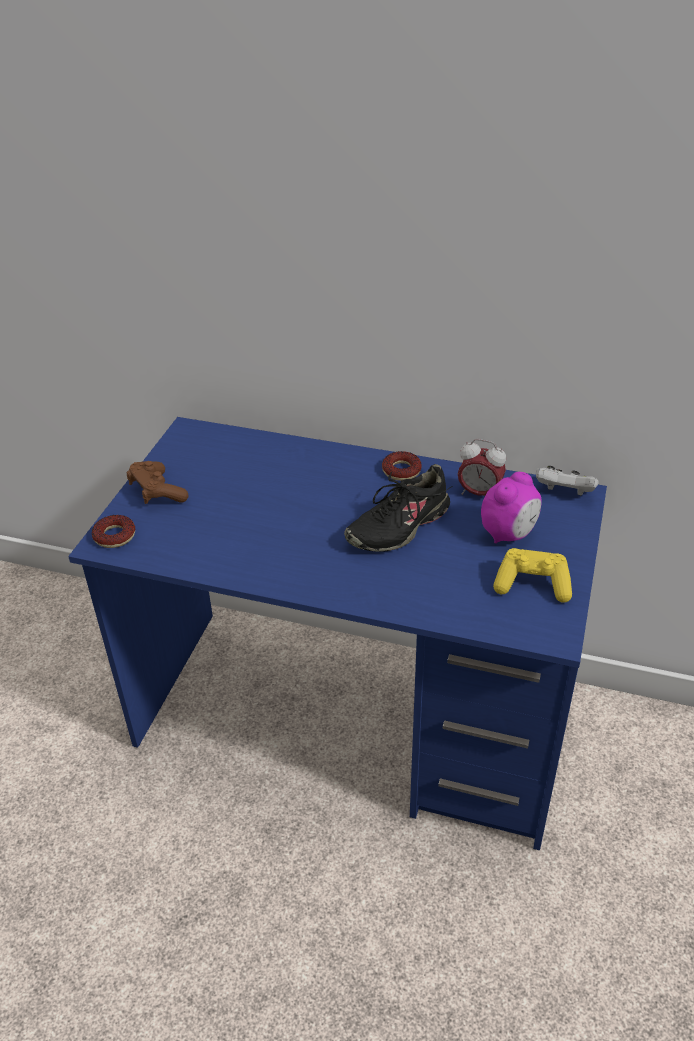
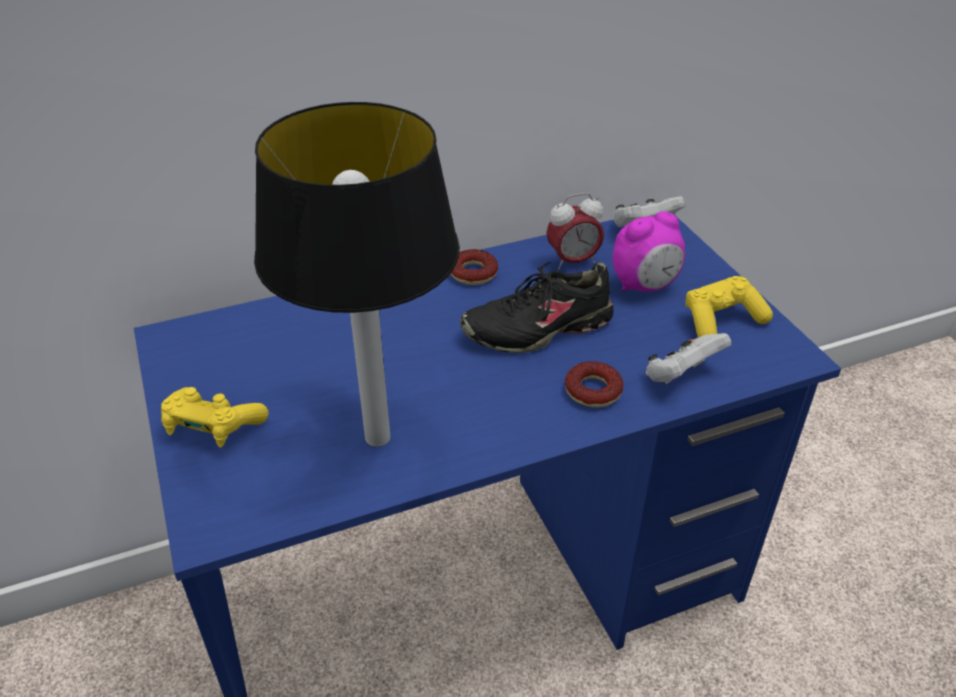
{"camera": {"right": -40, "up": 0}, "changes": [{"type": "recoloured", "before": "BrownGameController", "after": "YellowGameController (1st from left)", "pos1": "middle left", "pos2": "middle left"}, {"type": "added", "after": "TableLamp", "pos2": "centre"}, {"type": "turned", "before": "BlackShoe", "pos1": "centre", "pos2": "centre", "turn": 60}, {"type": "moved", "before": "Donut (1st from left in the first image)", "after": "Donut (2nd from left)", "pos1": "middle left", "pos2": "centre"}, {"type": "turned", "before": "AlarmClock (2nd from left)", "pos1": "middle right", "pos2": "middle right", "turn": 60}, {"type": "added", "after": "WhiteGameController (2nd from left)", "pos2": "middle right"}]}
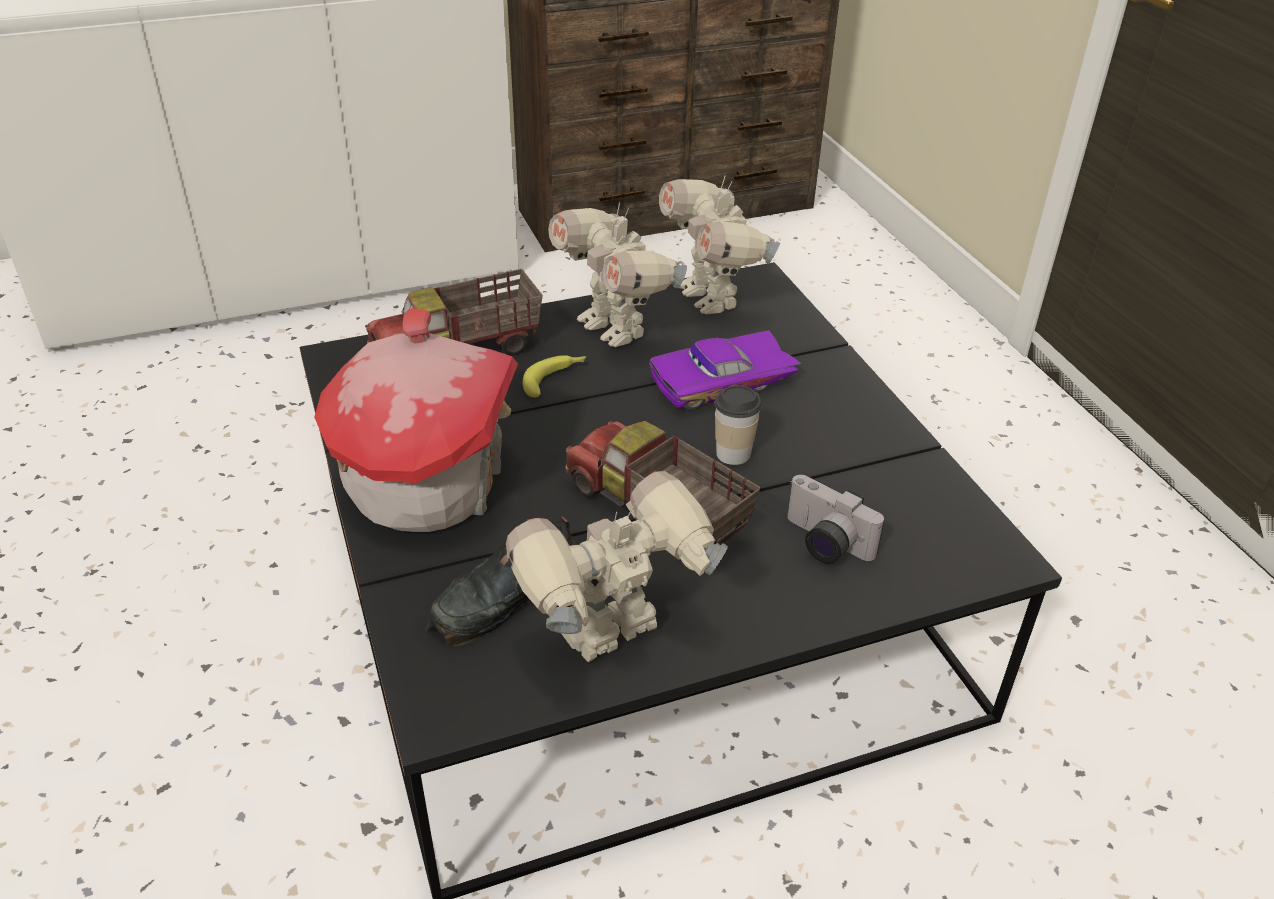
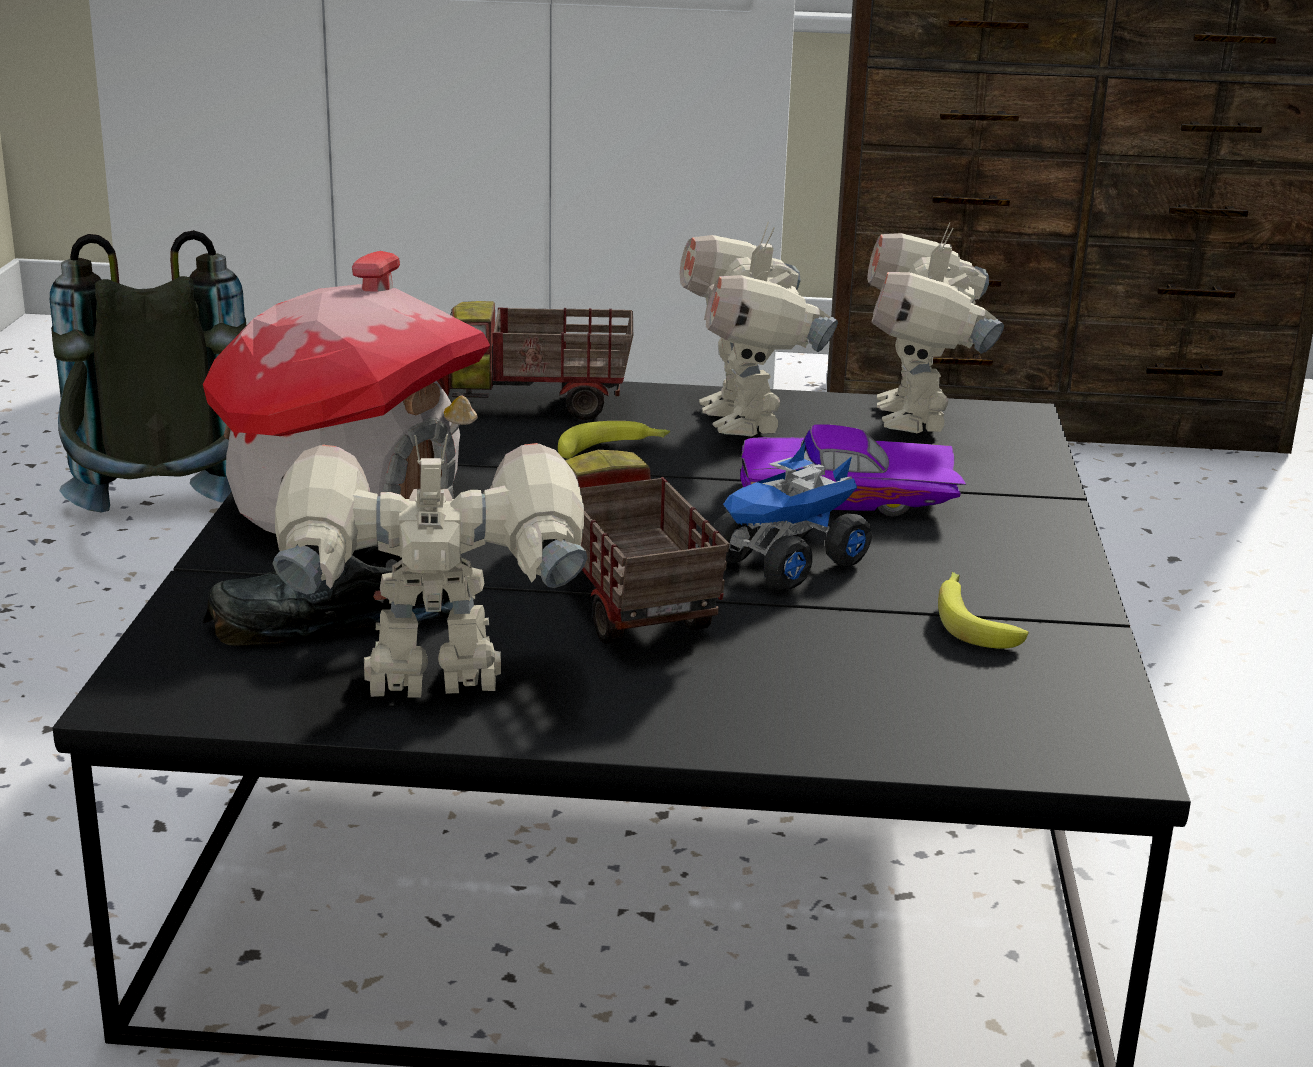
{"camera": {"right": 25, "up": -15}, "changes": [{"type": "added", "after": "GreyBackpack", "pos2": "middle left"}, {"type": "replaced", "before": "Cup", "after": "ToyTruck (3rd from left)", "pos1": "centre", "pos2": "centre"}, {"type": "added", "after": "Banana (2nd from left)", "pos2": "middle right"}, {"type": "removed", "before": "PhotoCamera", "pos1": "centre"}]}
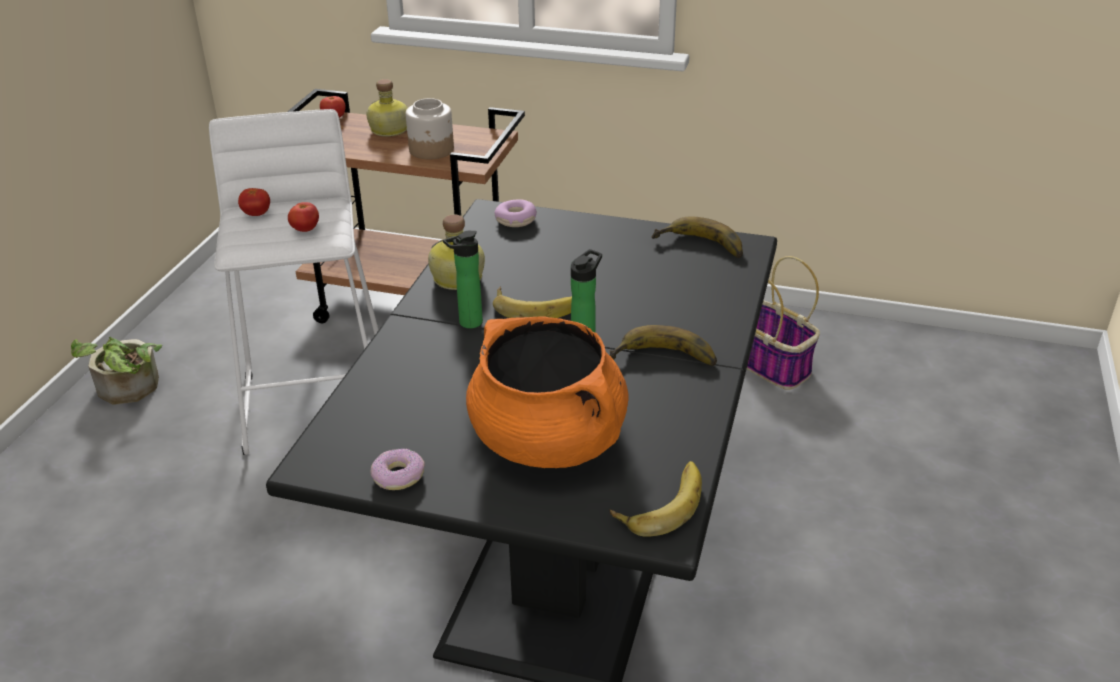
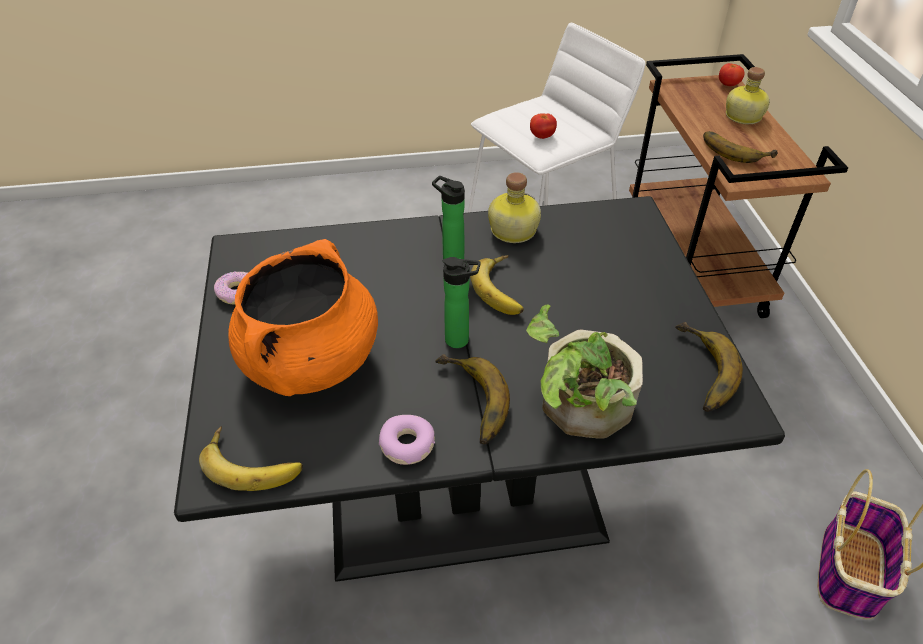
{"camera": {"right": 65, "up": 10}, "changes": [{"type": "moved", "before": "Donut (2nd from left)", "pos1": "top centre", "pos2": "bottom centre"}, {"type": "moved", "before": "PottedPlant", "pos1": "middle left", "pos2": "centre"}, {"type": "replaced", "before": "Jar", "after": "Banana (5th from left)", "pos1": "top centre", "pos2": "top right"}, {"type": "removed", "before": "Tomato (1st from left)", "pos1": "top left"}]}
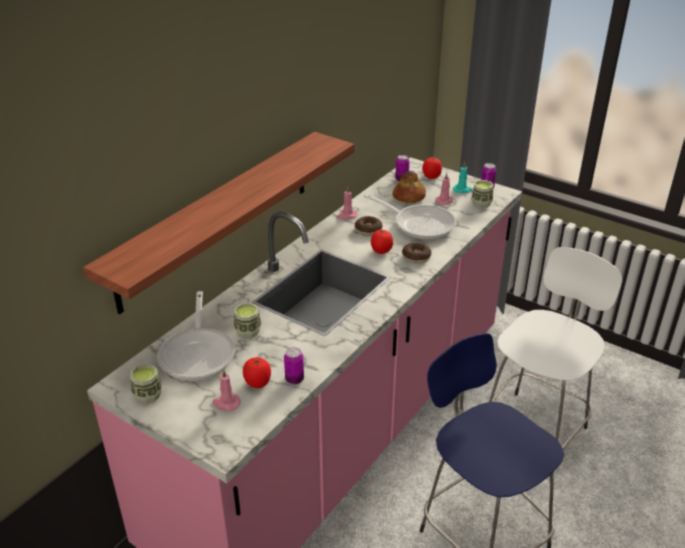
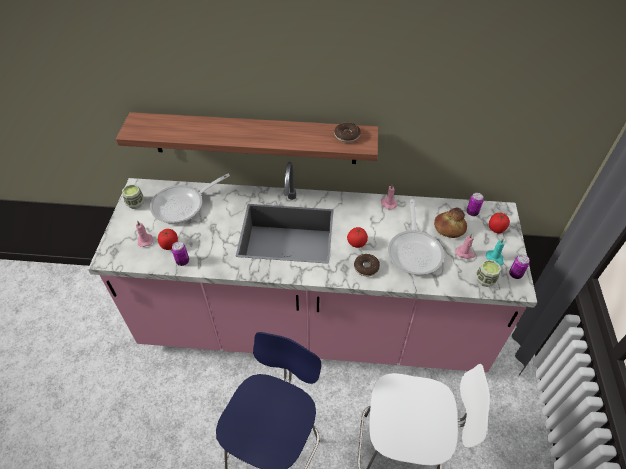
{"camera": {"right": 60, "up": 15}, "changes": [{"type": "moved", "before": "Donut (1st from left)", "pos1": "centre", "pos2": "top centre"}, {"type": "removed", "before": "Cup (2nd from left)", "pos1": "centre"}]}
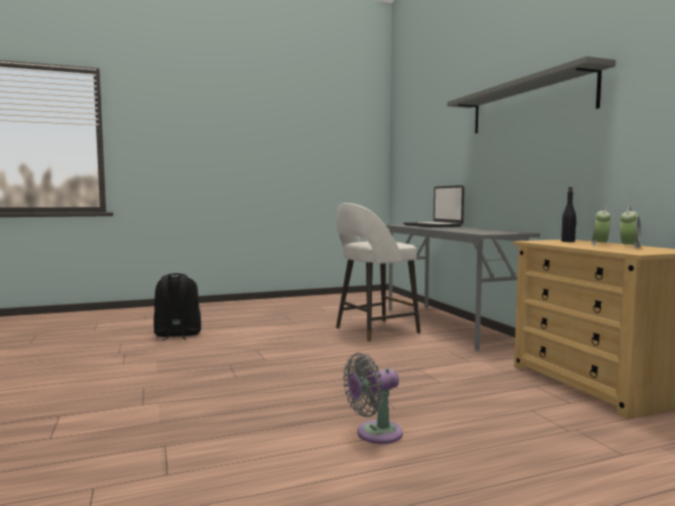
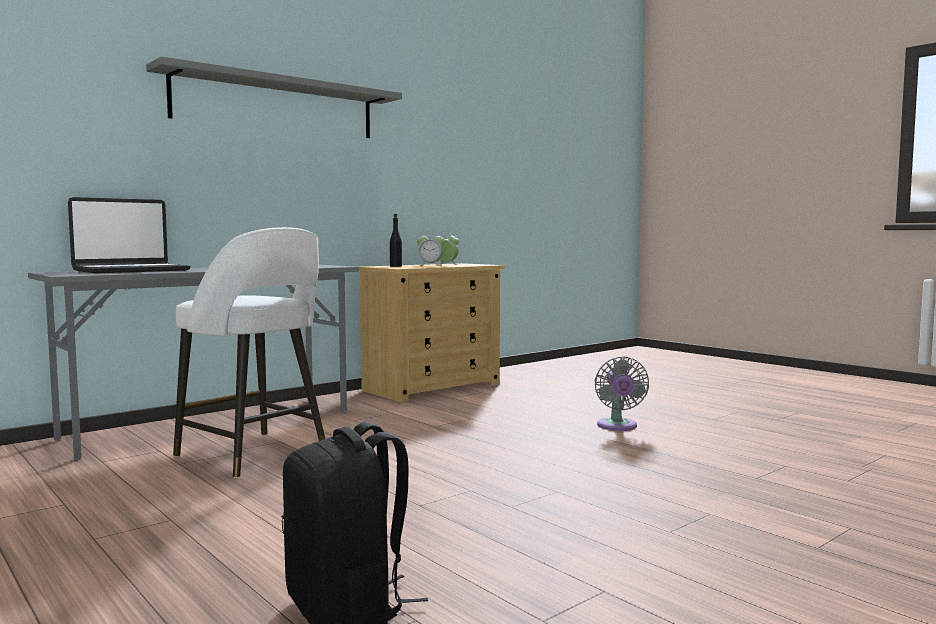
{"camera": {"right": -110, "up": 0}, "changes": [{"type": "turned", "before": "GreyFan", "pos1": "bottom centre", "pos2": "centre", "turn": 45}]}
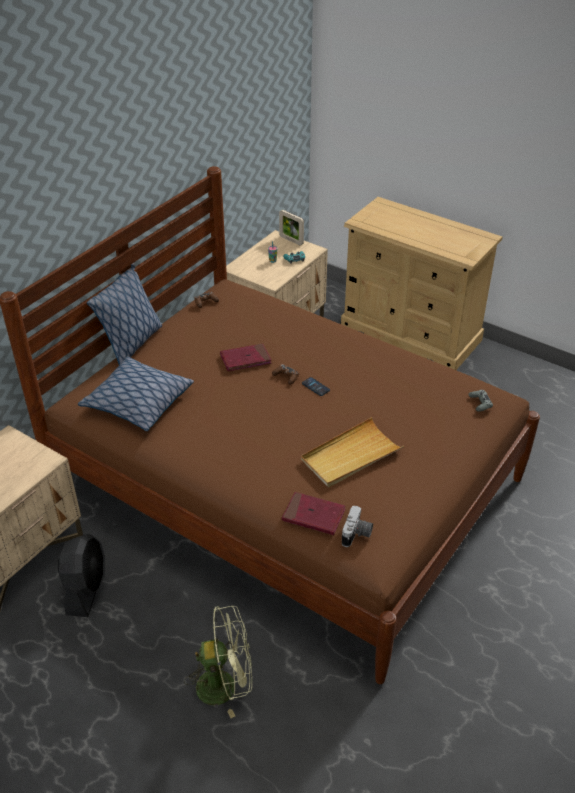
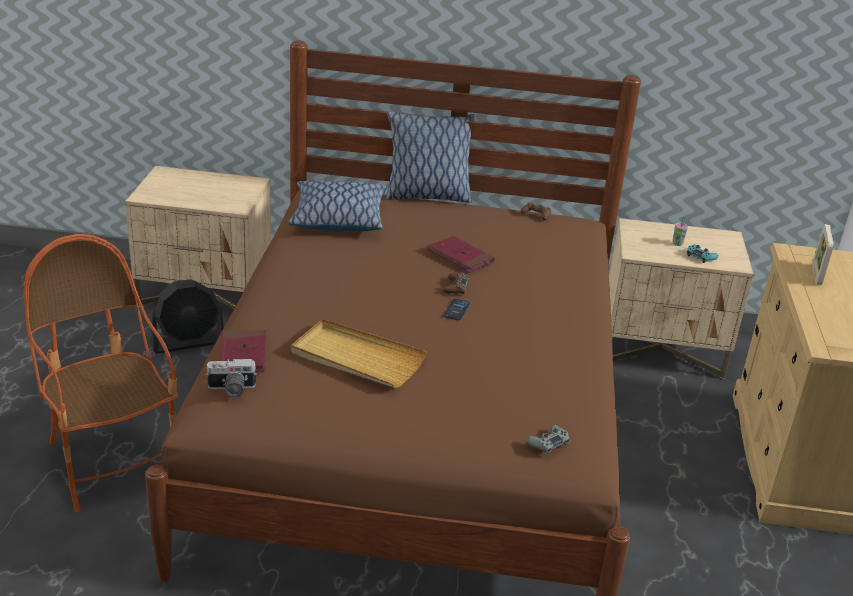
{"camera": {"right": 60, "up": -10}, "changes": [{"type": "replaced", "before": "GreenFan", "after": "Armchair", "pos1": "bottom centre", "pos2": "middle left"}, {"type": "moved", "before": "PictureFrame", "pos1": "top centre", "pos2": "middle right"}]}
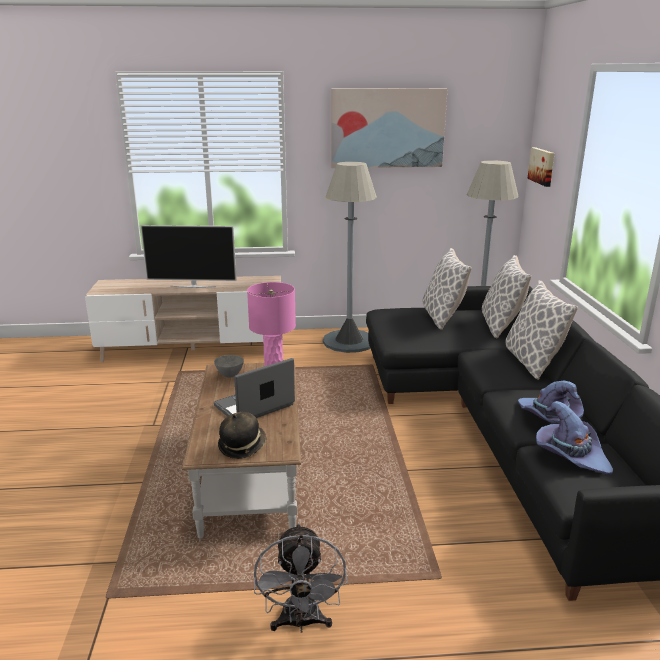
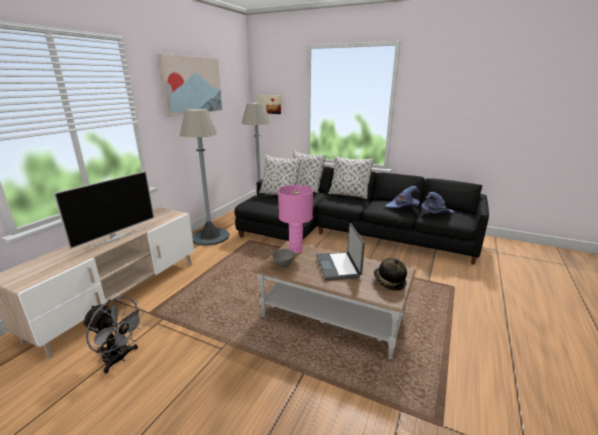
{"camera": {"right": -60, "up": 0}, "changes": [{"type": "moved", "before": "GreyFan", "pos1": "bottom centre", "pos2": "bottom left"}]}
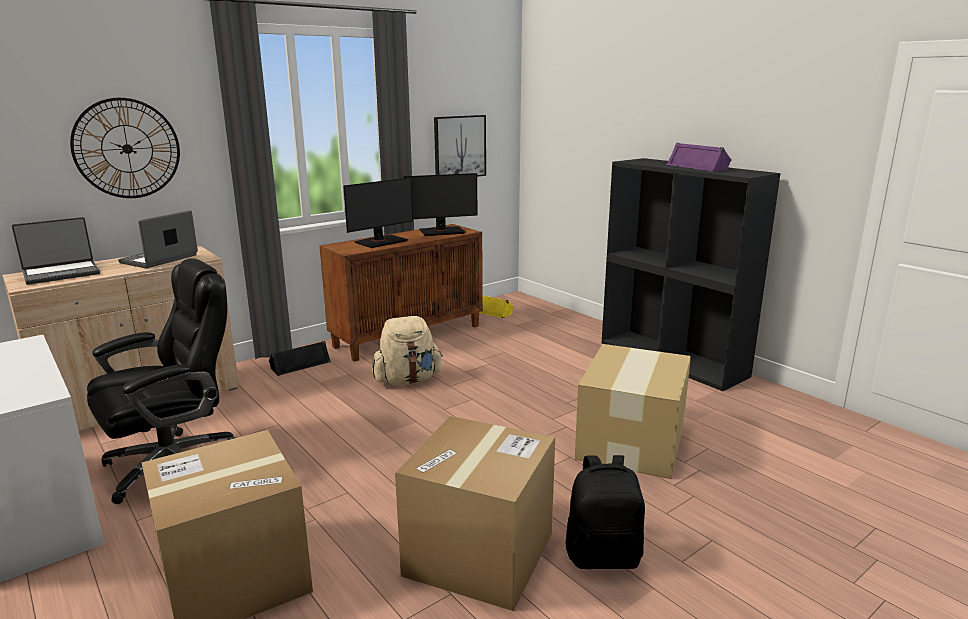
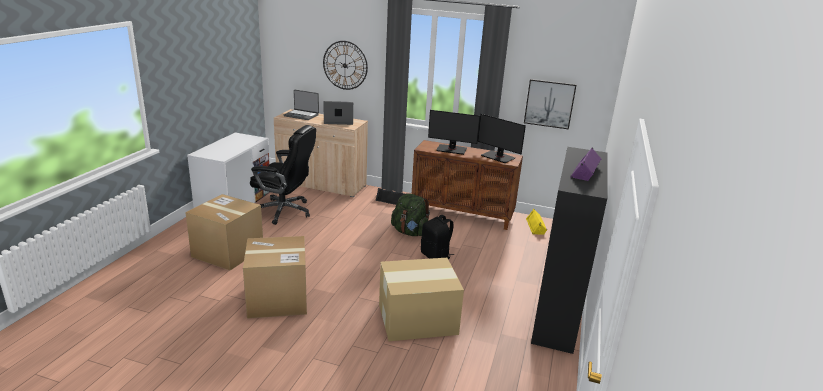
{"camera": {"right": 55, "up": 5}, "changes": [{"type": "recoloured", "before": "BeigeBackpack", "after": "GreenBackpack", "pos1": "centre", "pos2": "centre"}, {"type": "moved", "before": "BlackBackpack", "pos1": "bottom centre", "pos2": "centre"}]}
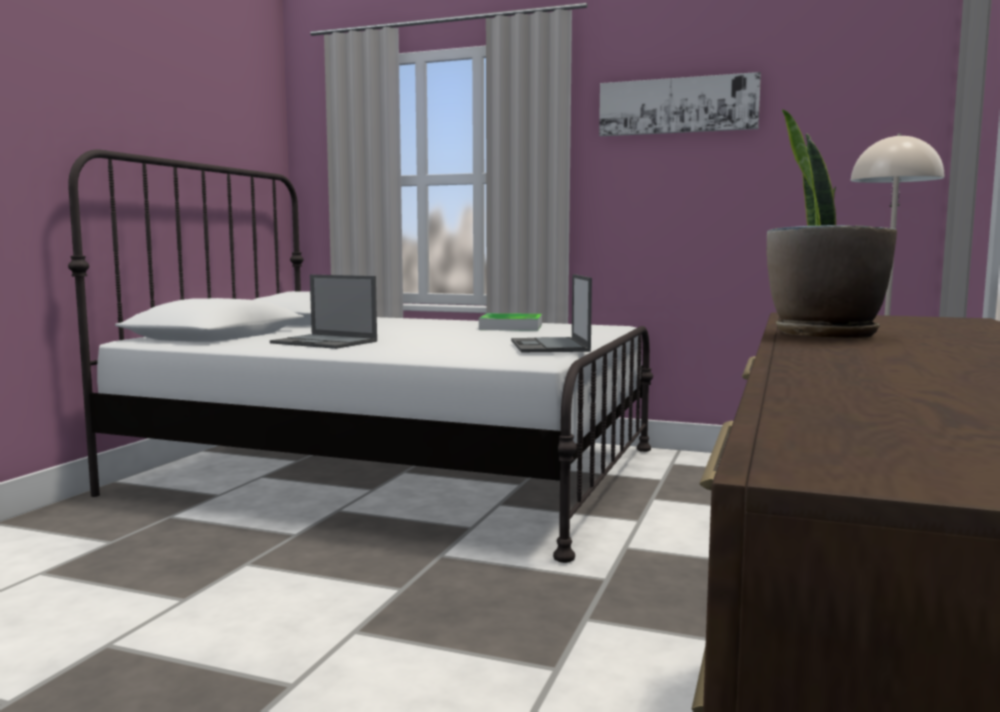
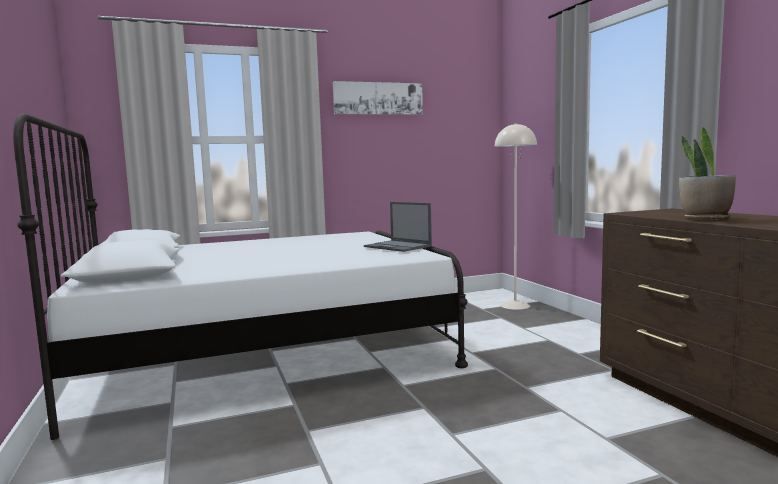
{"camera": {"right": -40, "up": 0}, "changes": [{"type": "removed", "before": "Laptop (1st from left)", "pos1": "middle left"}, {"type": "removed", "before": "Tray", "pos1": "centre"}]}
